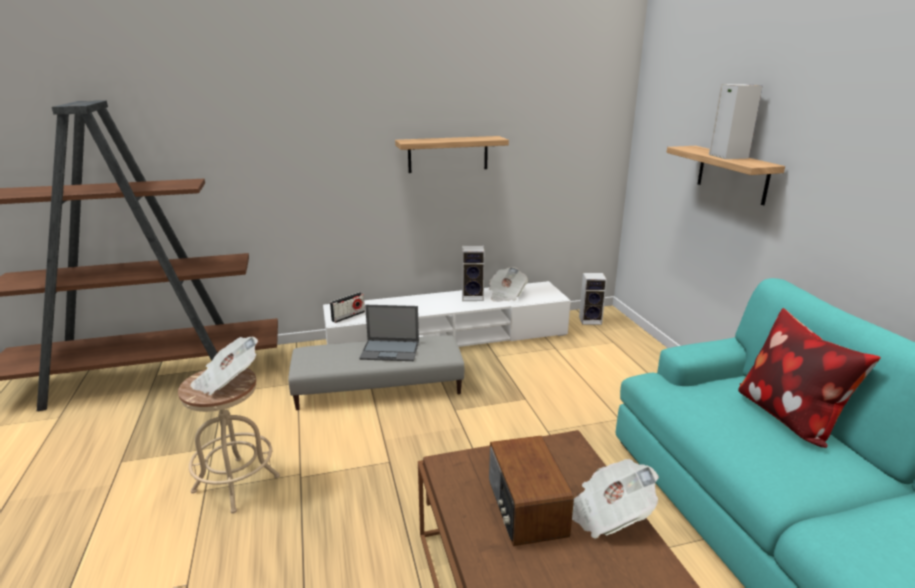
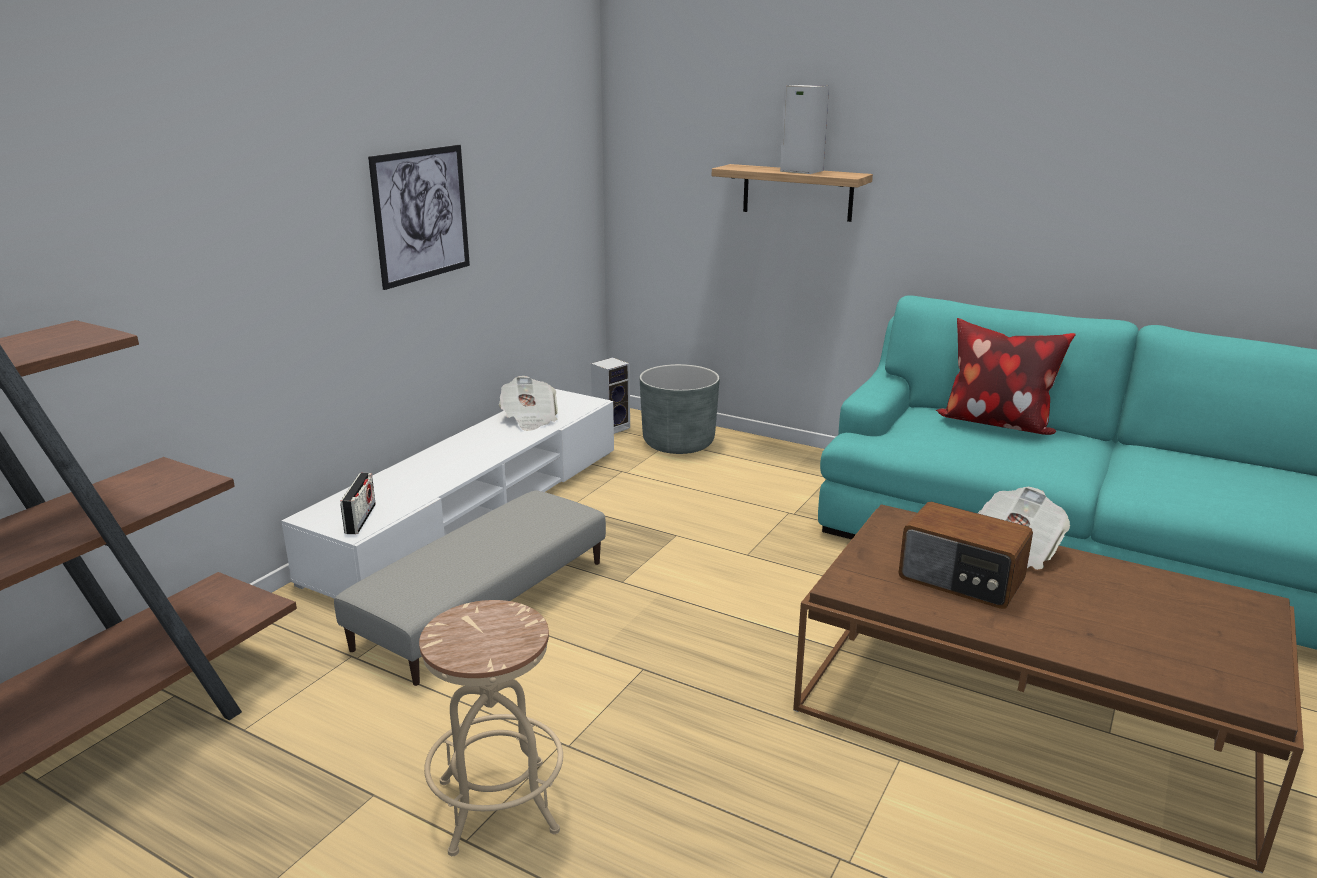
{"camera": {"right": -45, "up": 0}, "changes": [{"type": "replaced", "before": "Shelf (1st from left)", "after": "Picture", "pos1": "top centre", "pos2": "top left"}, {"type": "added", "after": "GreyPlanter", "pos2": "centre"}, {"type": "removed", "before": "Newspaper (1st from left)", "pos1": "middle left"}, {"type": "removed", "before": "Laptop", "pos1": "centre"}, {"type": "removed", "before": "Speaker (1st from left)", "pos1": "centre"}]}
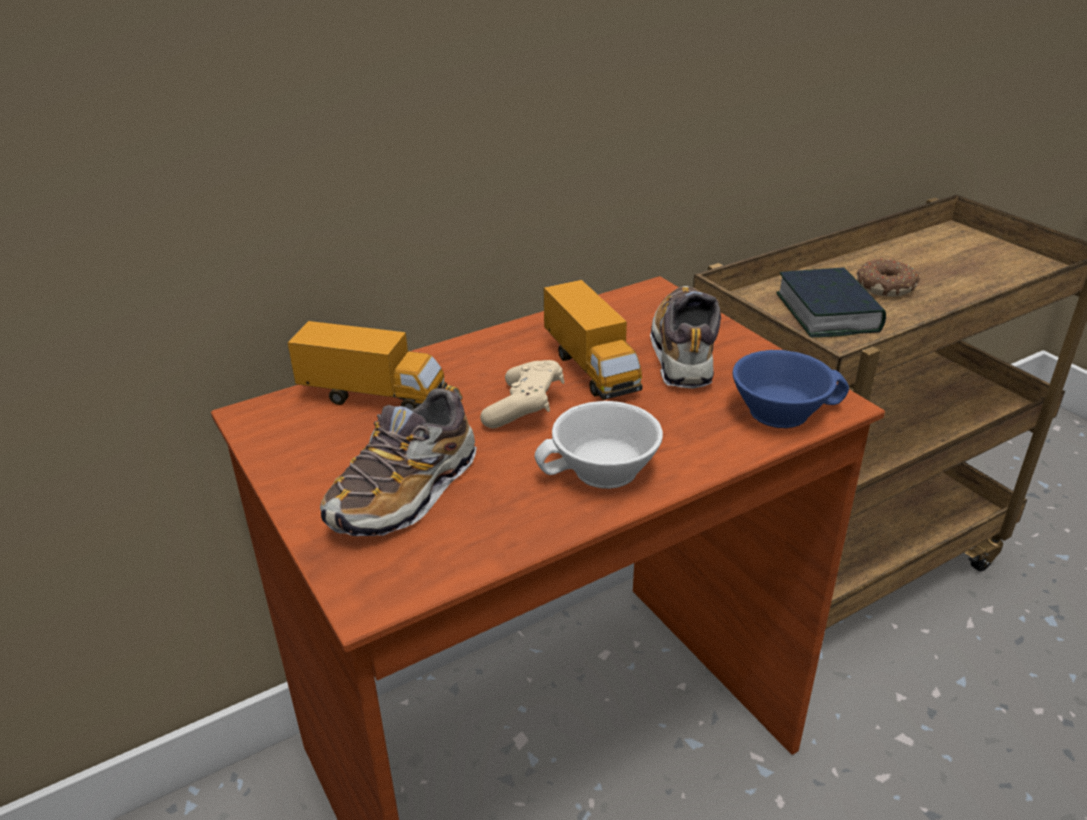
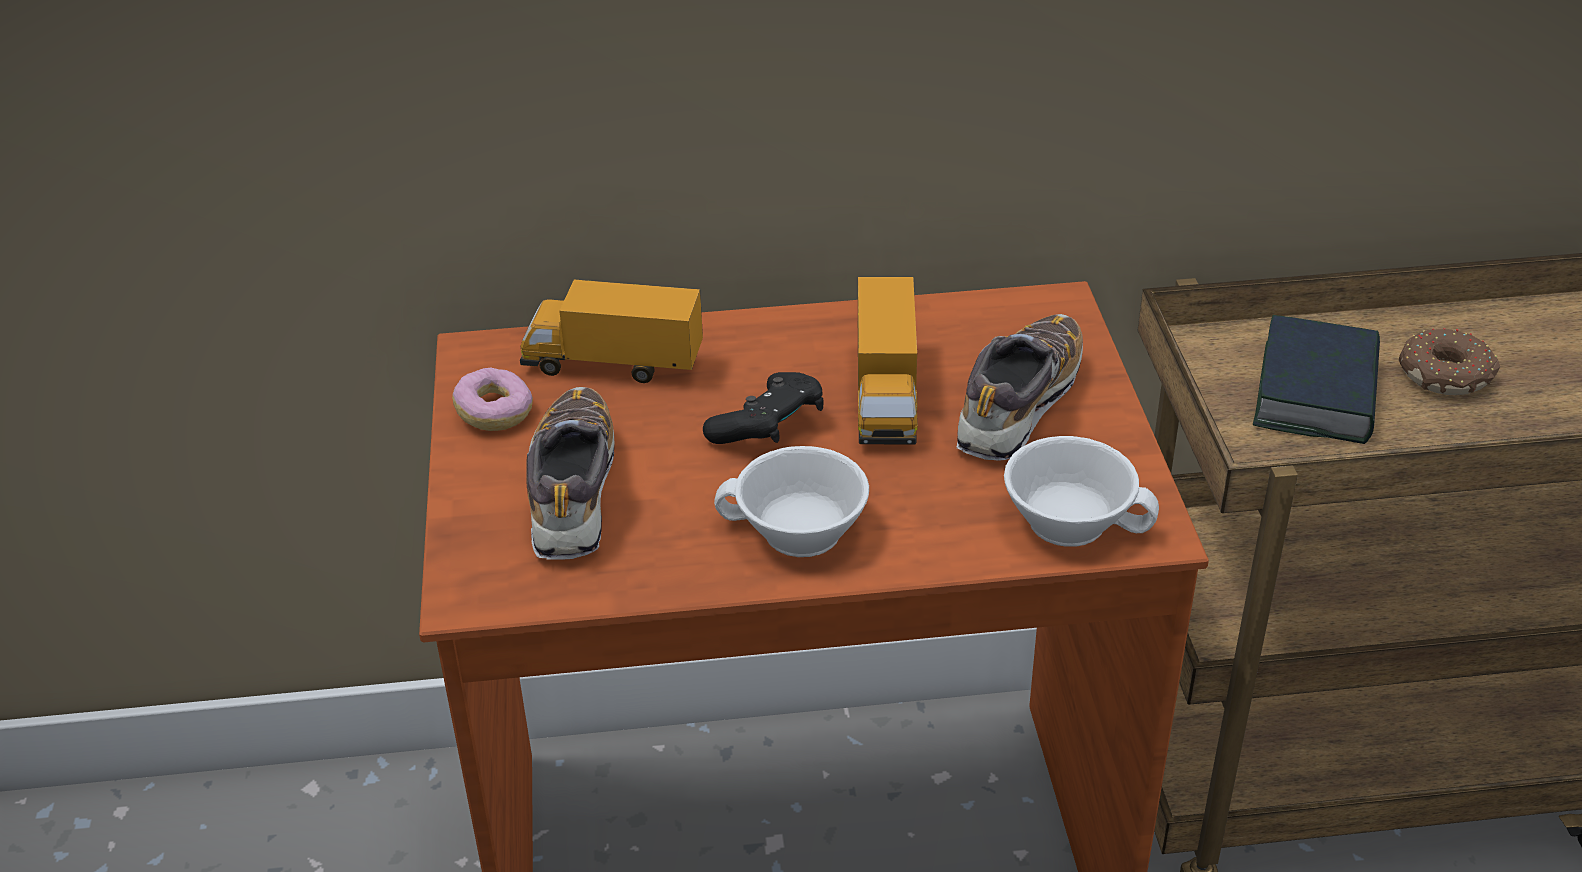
{"camera": {"right": 25, "up": 5}, "changes": [{"type": "added", "after": "Donut (1st from left)", "pos2": "middle left"}, {"type": "turned", "before": "ToyTruck (1st from left)", "pos1": "centre", "pos2": "centre", "turn": 150}, {"type": "turned", "before": "Shoe (1st from left)", "pos1": "centre", "pos2": "centre", "turn": 120}, {"type": "recoloured", "before": "BeigeGameController", "after": "BlackGameController", "pos1": "centre", "pos2": "centre"}, {"type": "recoloured", "before": "BlueCup", "after": "WhiteCup (2nd from left)", "pos1": "middle right", "pos2": "middle right"}]}
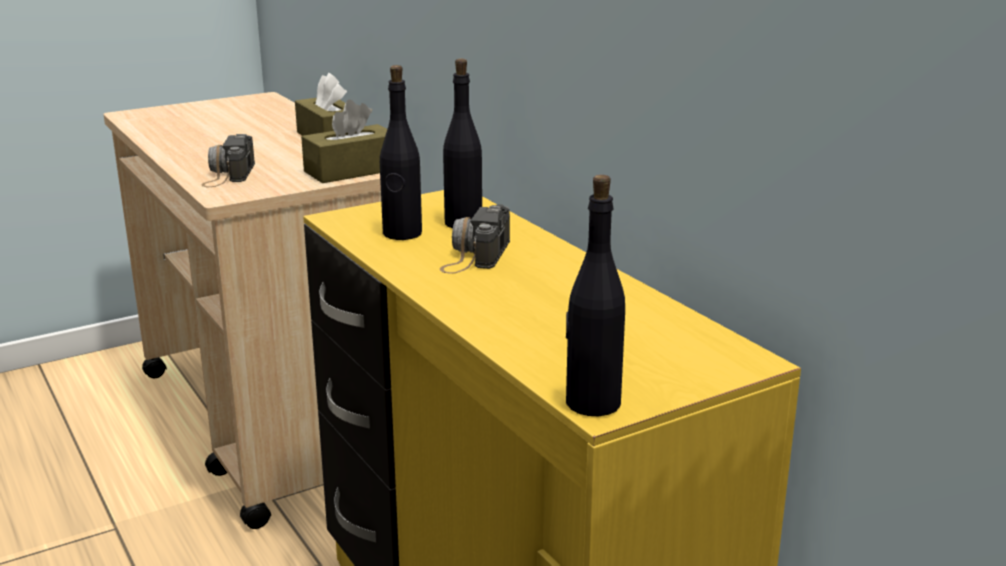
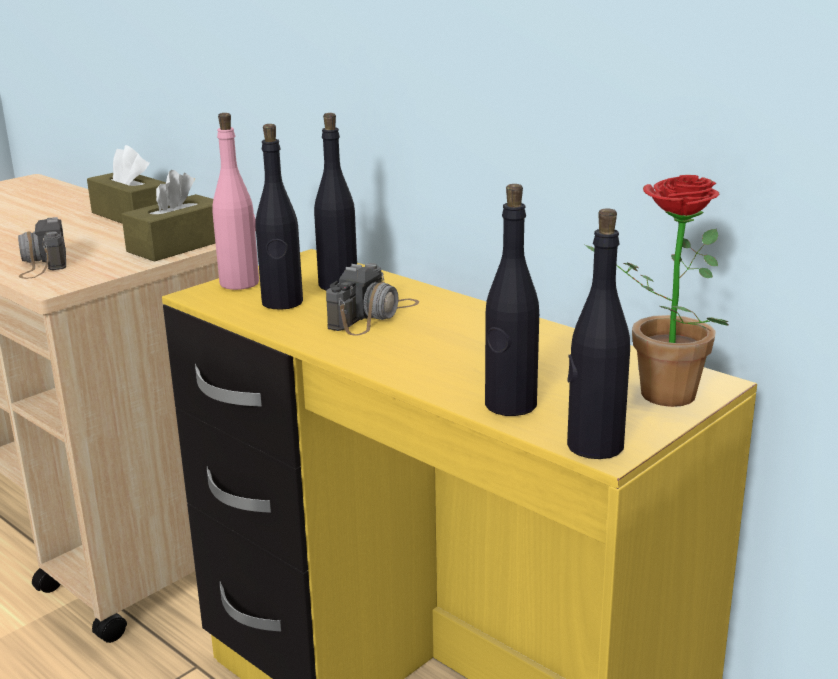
{"camera": {"right": -15, "up": 0}, "changes": [{"type": "added", "after": "PinkBottle", "pos2": "top left"}, {"type": "turned", "before": "PhotoCamera (2nd from left)", "pos1": "centre", "pos2": "centre", "turn": -150}, {"type": "added", "after": "BlackBottle (3rd from left)", "pos2": "centre"}, {"type": "added", "after": "PottedPlant", "pos2": "middle right"}]}
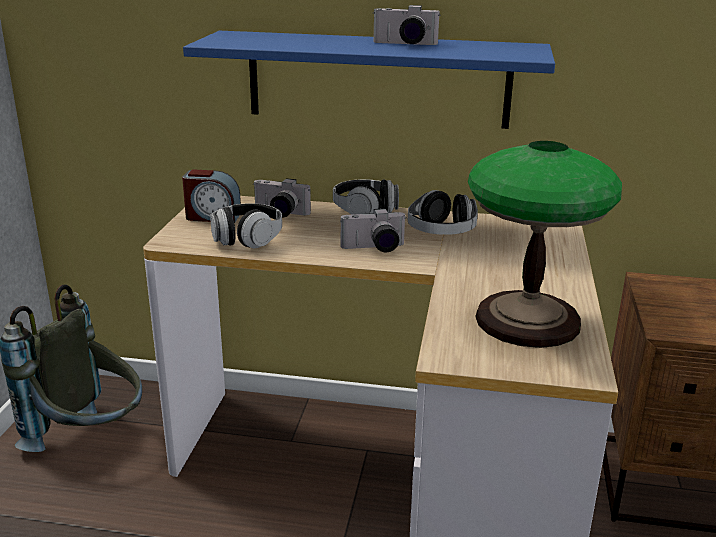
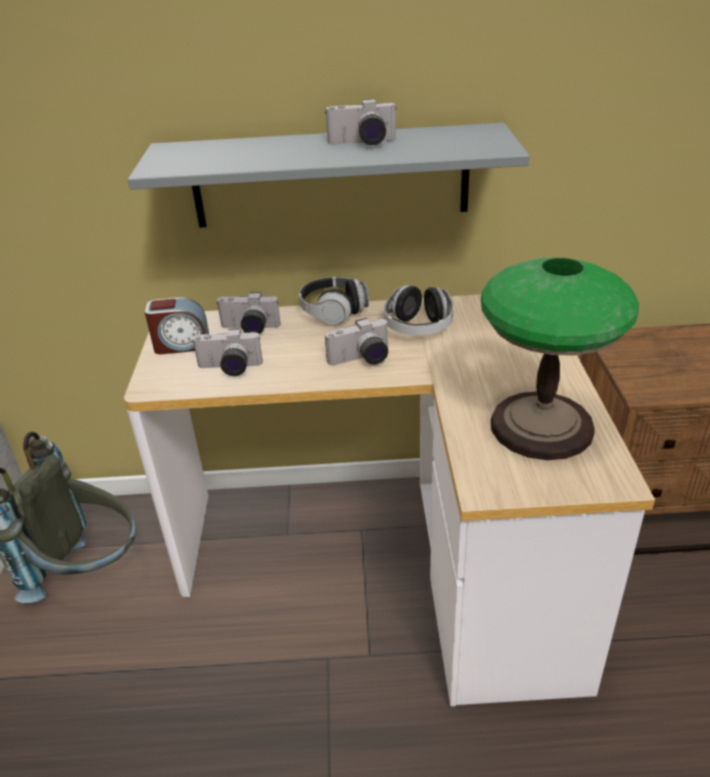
{"camera": {"right": -10, "up": 10}, "changes": [{"type": "recoloured", "before": "BlueShelf", "after": "GreyShelf", "pos1": "top centre", "pos2": "top centre"}, {"type": "replaced", "before": "Headphones (1st from left)", "after": "PhotoCamera (1st from left)", "pos1": "centre", "pos2": "middle left"}]}
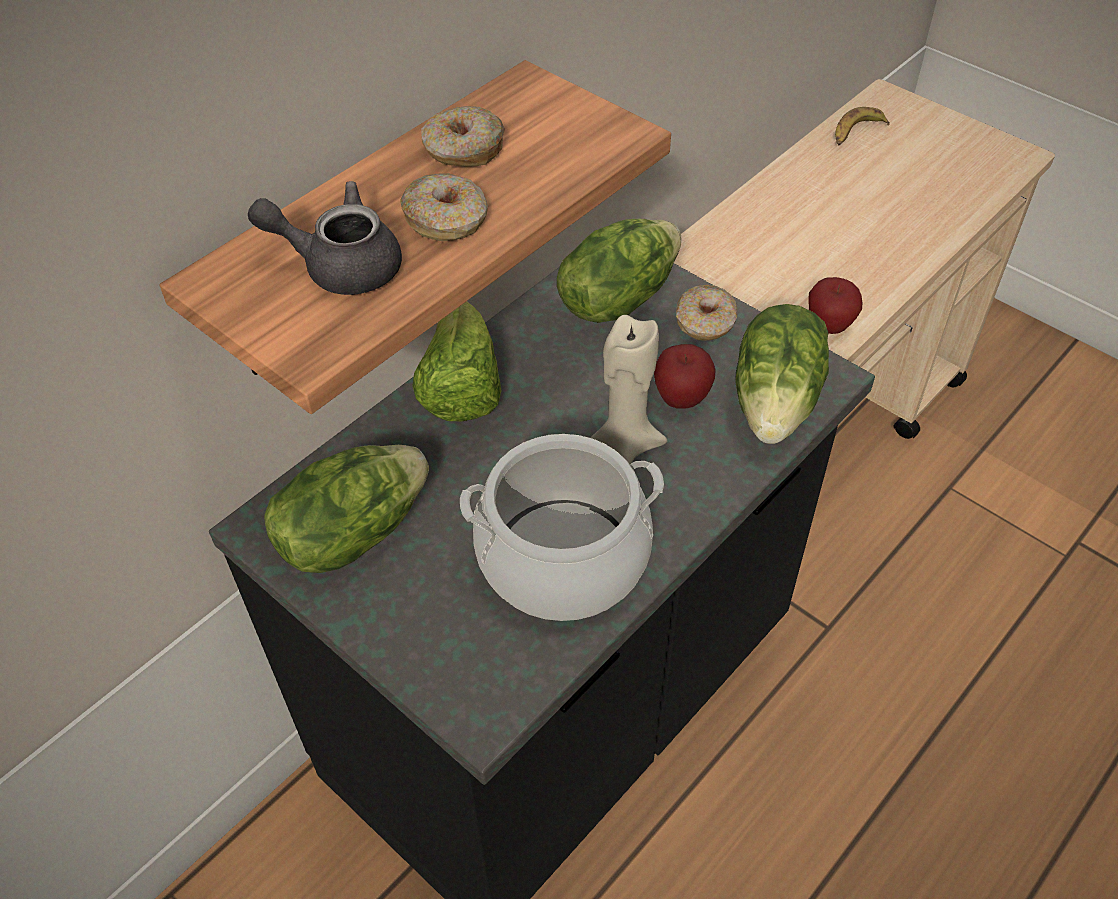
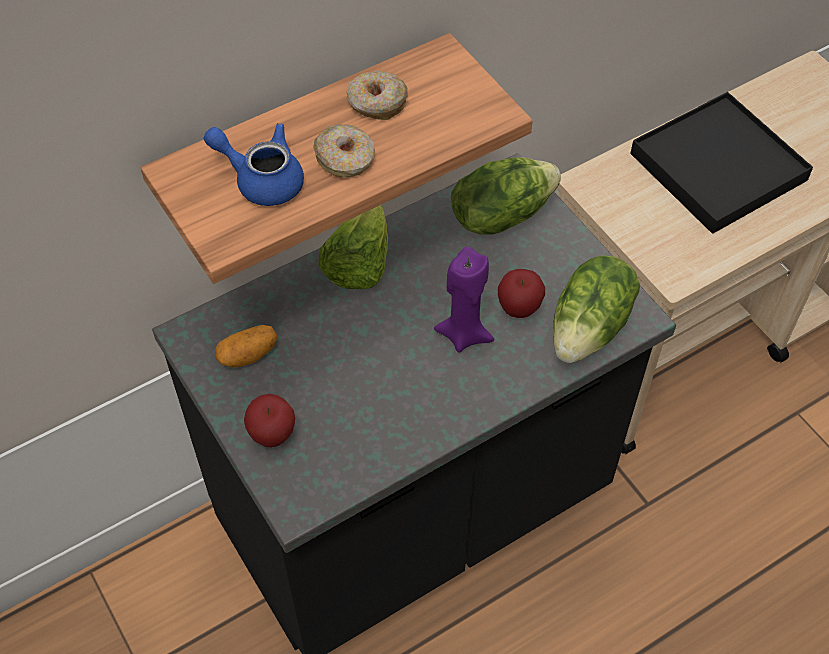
{"camera": {"right": 15, "up": 5}, "changes": [{"type": "recoloured", "before": "GreyTeapot", "after": "BlueTeapot", "pos1": "top left", "pos2": "top left"}, {"type": "replaced", "before": "Lettuce (1st from left)", "after": "Potato", "pos1": "middle left", "pos2": "middle left"}, {"type": "moved", "before": "Apple (2nd from left in the first image)", "after": "Apple (1st from left)", "pos1": "middle right", "pos2": "middle left"}, {"type": "recoloured", "before": "BeigeCandle", "after": "PurpleCandle", "pos1": "centre", "pos2": "centre"}, {"type": "added", "after": "BlackTray", "pos2": "top right"}, {"type": "removed", "before": "CookingPot", "pos1": "centre"}, {"type": "removed", "before": "Donut (3rd from left)", "pos1": "centre"}, {"type": "removed", "before": "Banana", "pos1": "top right"}]}
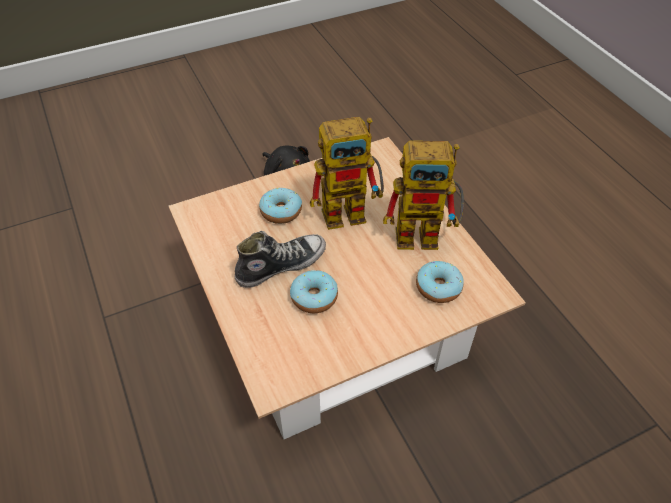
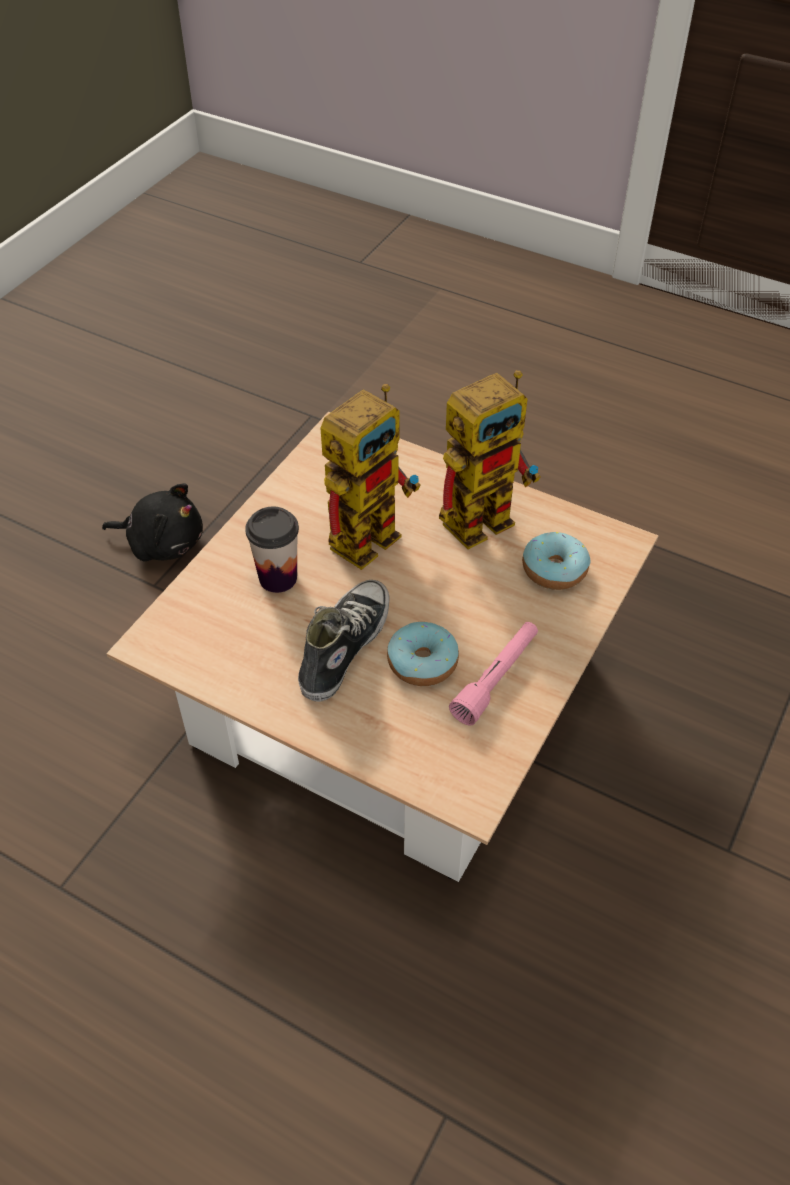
{"camera": {"right": -35, "up": 0}, "changes": [{"type": "replaced", "before": "Donut (1st from left)", "after": "Cup", "pos1": "centre", "pos2": "centre"}, {"type": "added", "after": "PinkFlashlight", "pos2": "centre"}]}
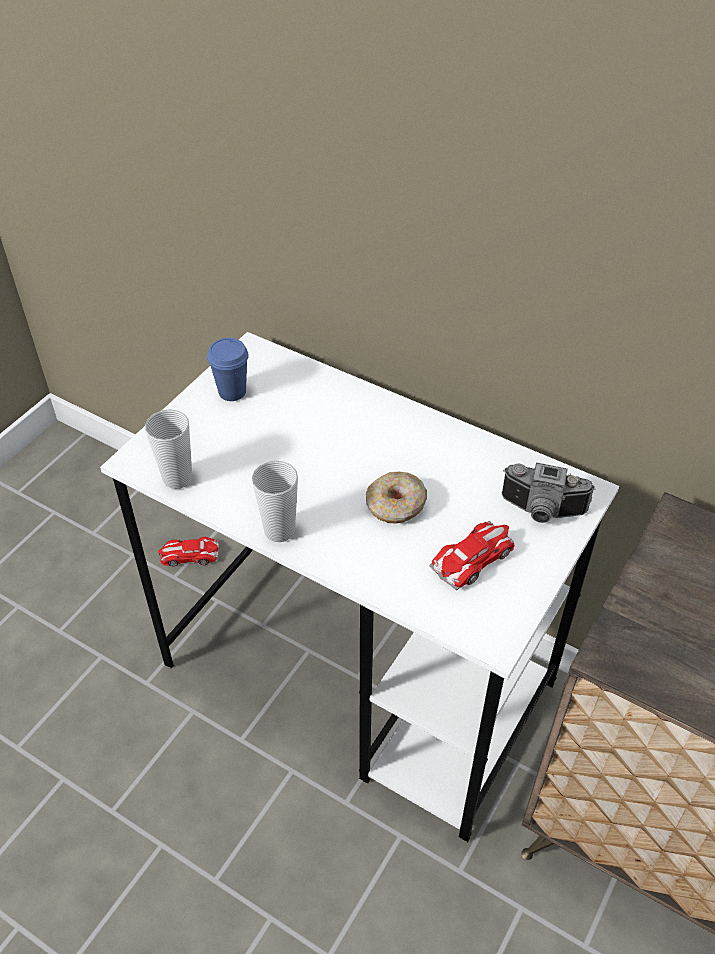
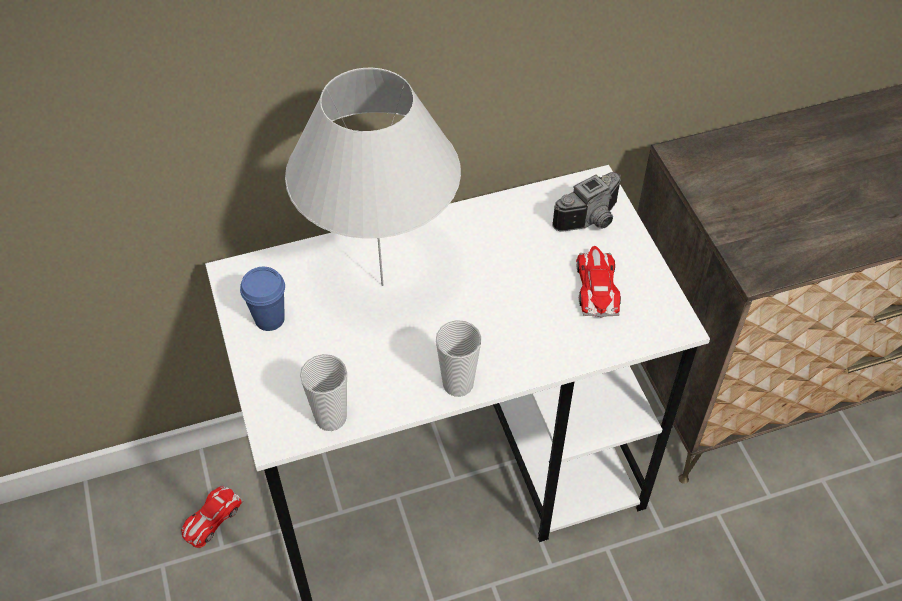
{"camera": {"right": -50, "up": 5}, "changes": [{"type": "added", "after": "WhiteTableLamp", "pos2": "top centre"}, {"type": "removed", "before": "Donut", "pos1": "centre"}]}
